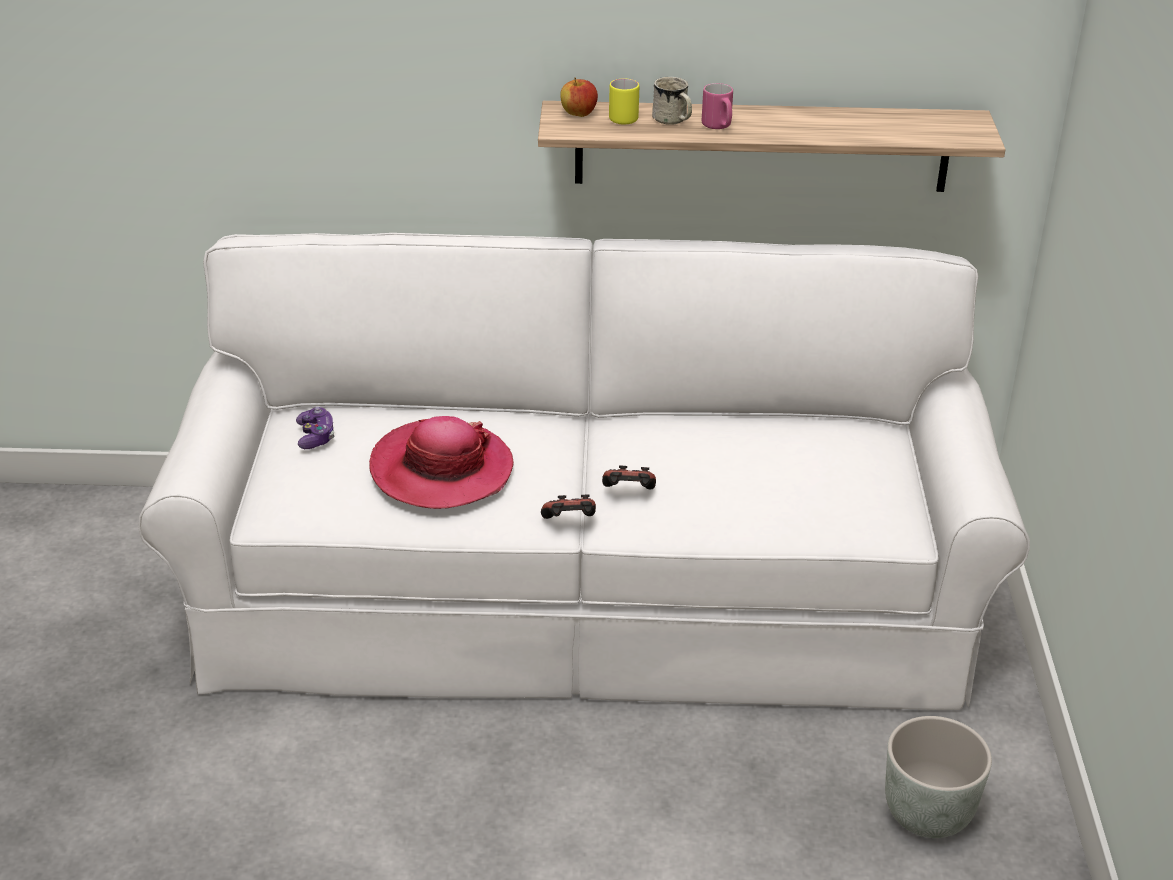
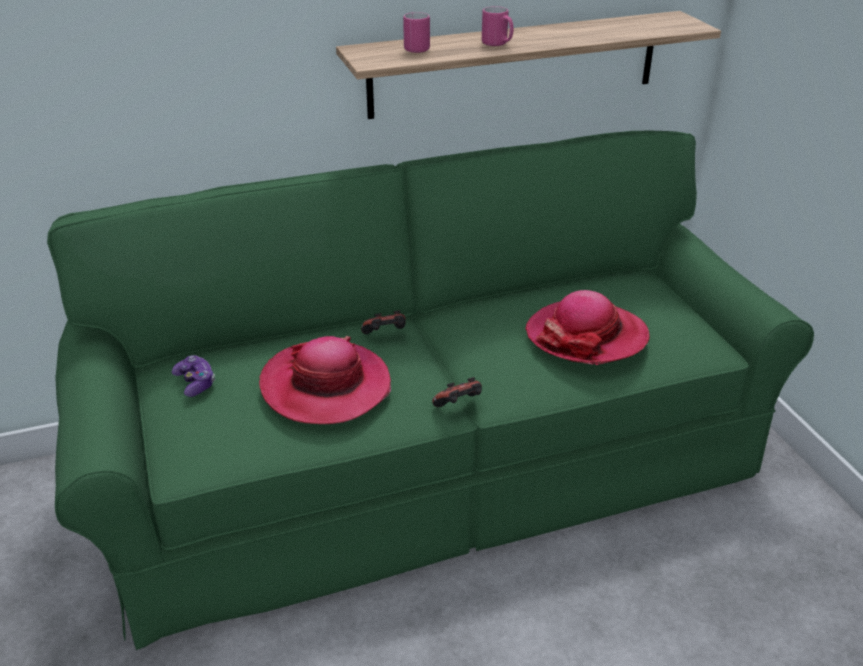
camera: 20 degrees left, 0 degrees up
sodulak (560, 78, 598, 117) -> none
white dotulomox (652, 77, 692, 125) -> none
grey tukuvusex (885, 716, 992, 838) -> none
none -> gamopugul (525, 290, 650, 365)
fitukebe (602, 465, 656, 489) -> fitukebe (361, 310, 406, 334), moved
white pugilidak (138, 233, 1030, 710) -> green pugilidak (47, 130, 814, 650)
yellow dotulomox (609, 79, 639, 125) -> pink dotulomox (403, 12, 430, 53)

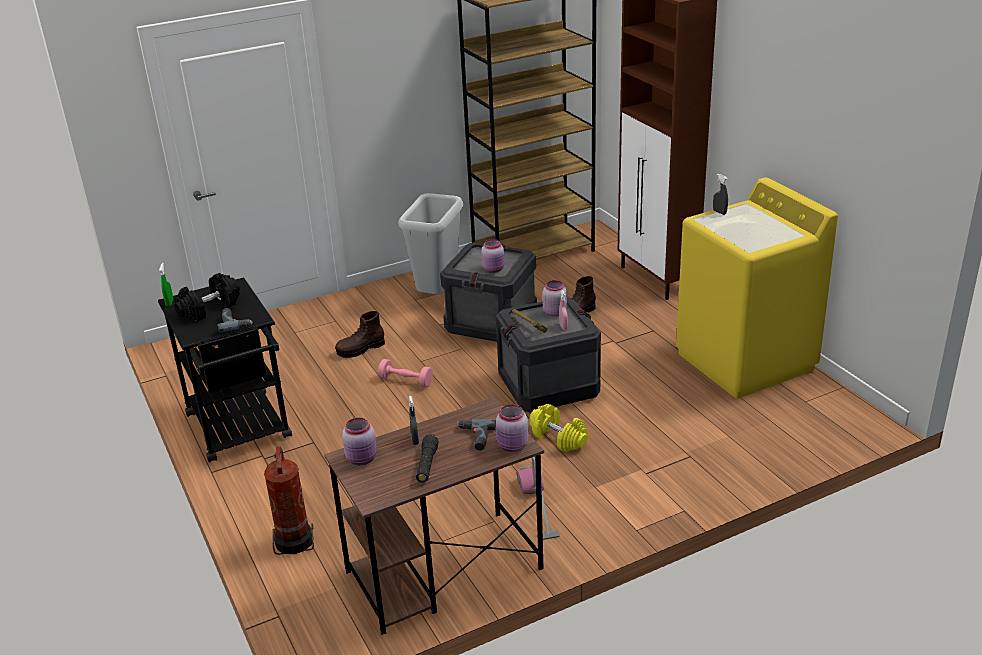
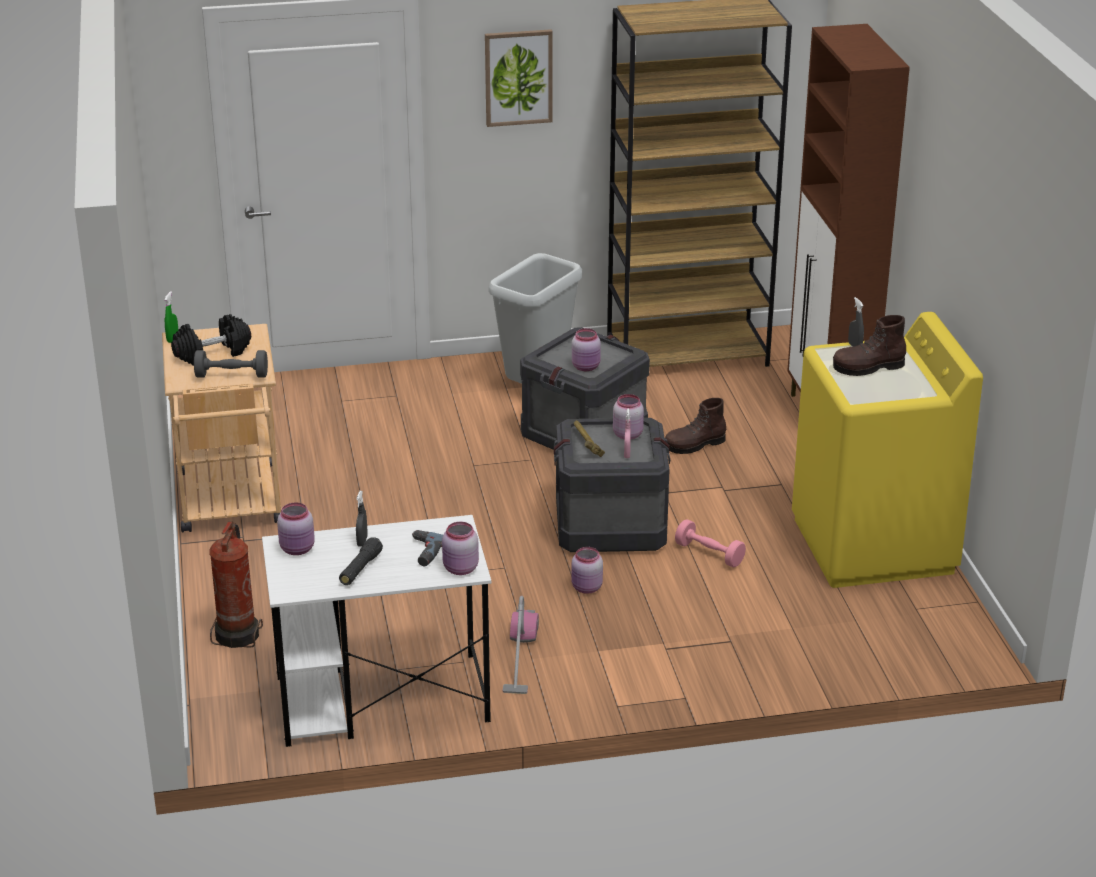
camera: 15 degrees right, 0 degrees up
none -> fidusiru (485, 29, 553, 127)
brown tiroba (335, 311, 385, 358) -> brown tiroba (833, 315, 906, 376), moved
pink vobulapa (378, 359, 433, 387) -> pink vobulapa (675, 519, 746, 568), moved
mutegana (218, 308, 253, 333) -> grey vobulapa (194, 350, 268, 378)
yellow vobulapa (530, 404, 588, 452) -> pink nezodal (571, 547, 603, 594)
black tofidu (158, 278, 292, 463) -> beige tofidu (162, 324, 282, 533)
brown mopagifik (324, 397, 544, 635) -> white mopagifik (262, 515, 491, 747)

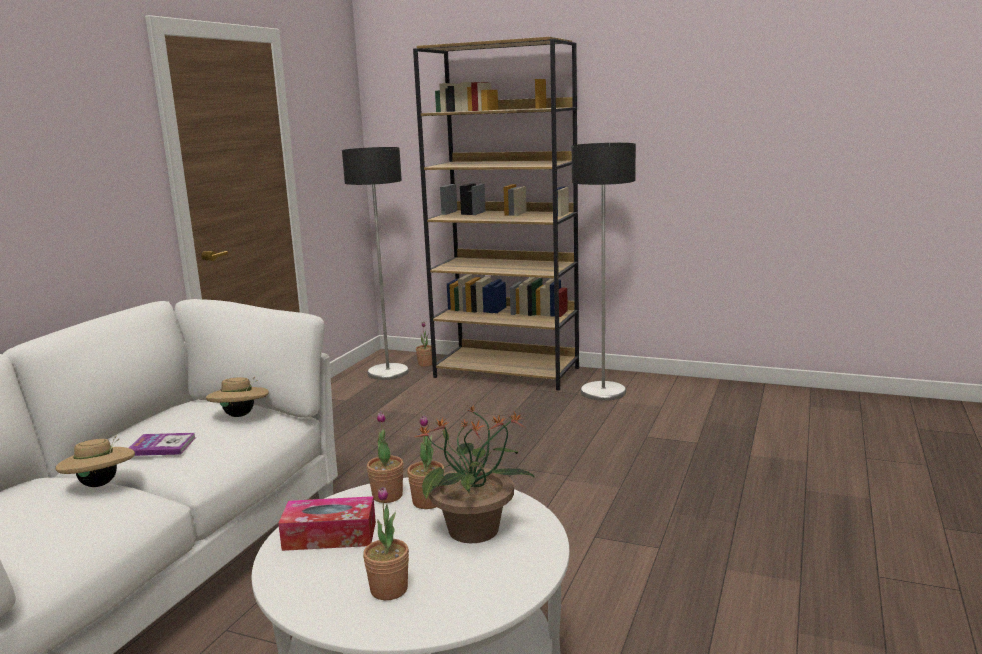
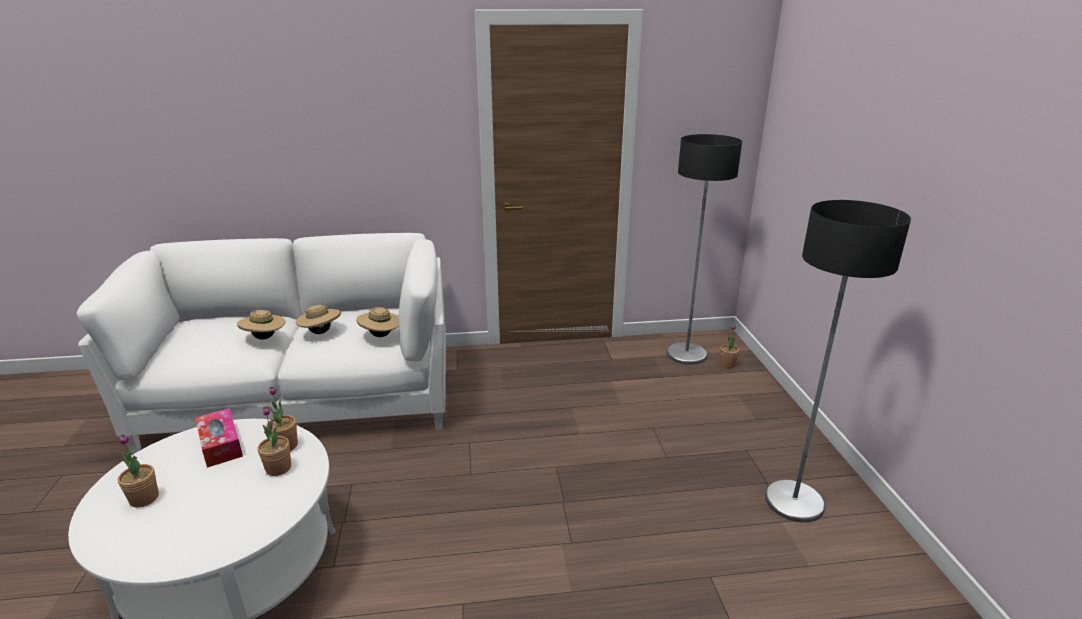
camera: 60 degrees right, 10 degrees up
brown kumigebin (413, 37, 579, 391) -> none
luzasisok (415, 406, 535, 543) -> none
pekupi (129, 433, 196, 456) -> beige gamopugul (296, 301, 341, 334)

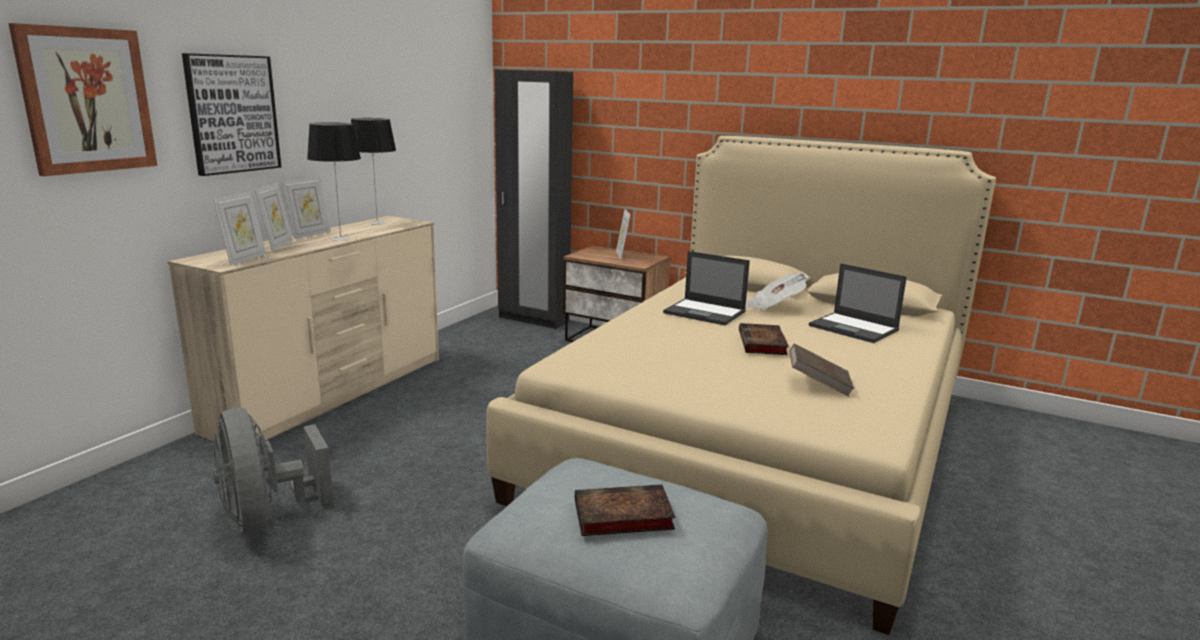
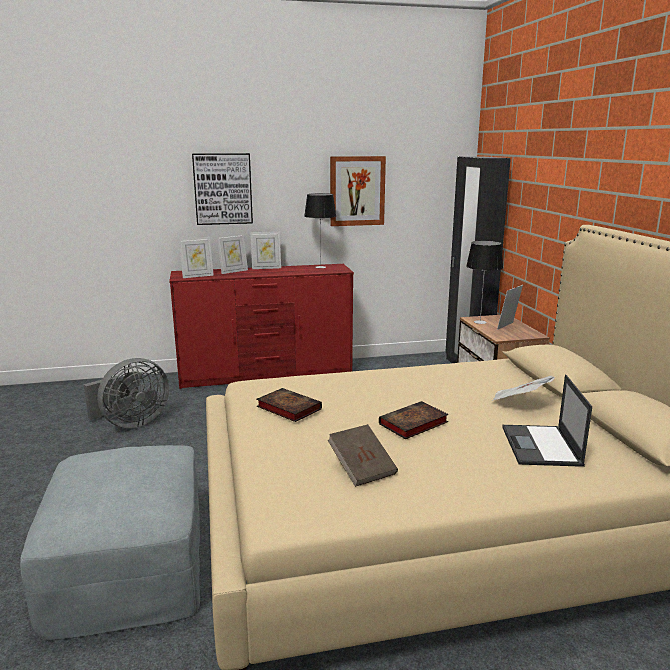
camera: 50 degrees right, 0 degrees up
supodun (663, 251, 750, 325) -> none
fidusiru (8, 23, 157, 176) -> fidusiru (330, 156, 386, 226), moved
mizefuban (307, 122, 361, 241) -> mizefuban (466, 241, 503, 324), moved
pekupi (575, 484, 676, 536) -> pekupi (256, 388, 322, 422), moved
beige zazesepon (168, 216, 439, 444) -> red zazesepon (169, 264, 354, 389)
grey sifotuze (212, 408, 334, 534) -> grey sifotuze (84, 358, 169, 428), 150 degrees counterclockwise

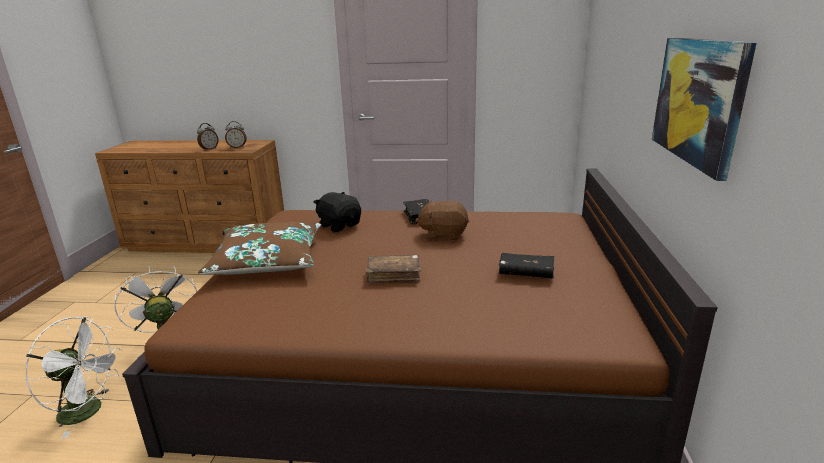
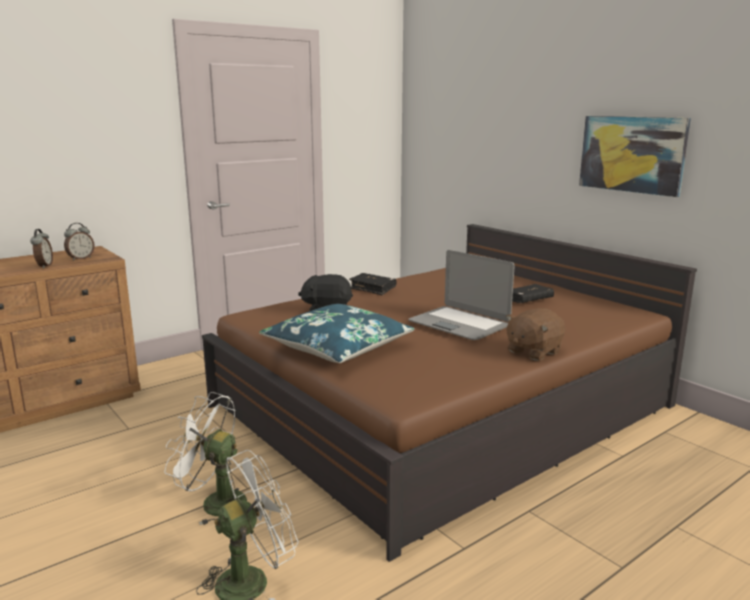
camera: 45 degrees left, 5 degrees down
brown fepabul (415, 201, 469, 241) -> brown fepabul (506, 308, 565, 361), moved
brown pekupi (366, 255, 421, 283) -> supodun (408, 250, 515, 340)
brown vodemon (198, 222, 321, 275) -> blue vodemon (259, 304, 415, 363)

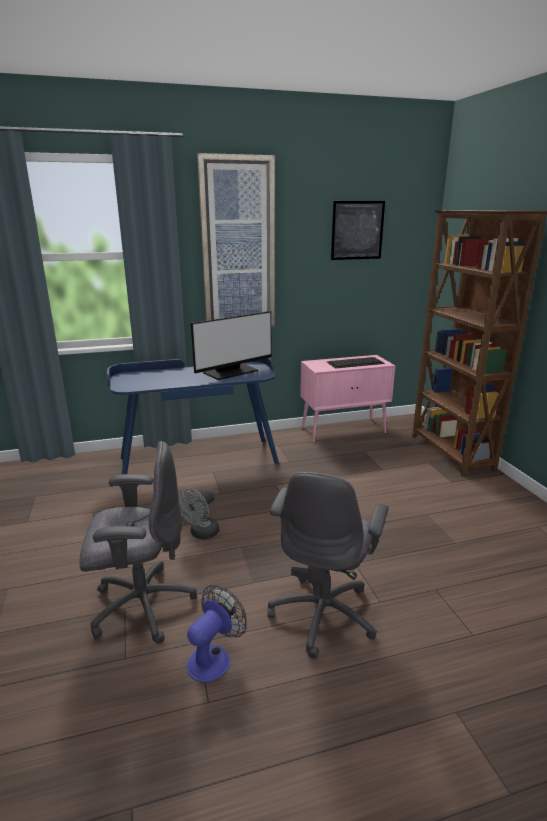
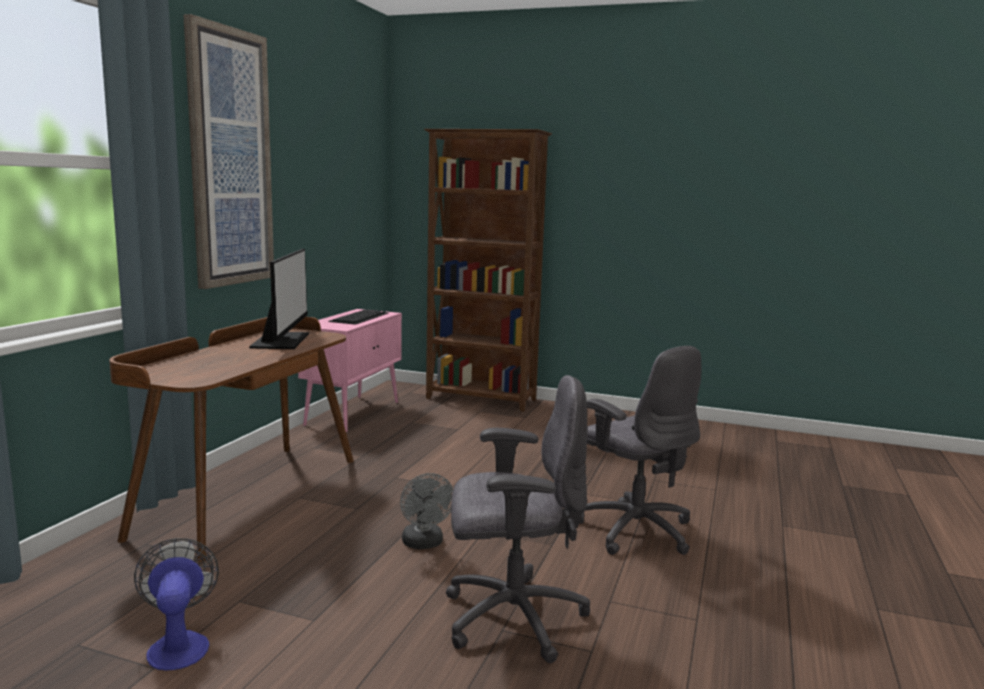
camera: 55 degrees left, 10 degrees down
fidusiru (331, 201, 385, 260) -> none
sifotuze (187, 585, 247, 683) -> sifotuze (134, 538, 219, 671), moved
blue mopagifik (107, 358, 279, 474) -> brown mopagifik (109, 317, 354, 562)
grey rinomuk (79, 441, 197, 644) -> grey rinomuk (446, 375, 590, 663), 60 degrees clockwise

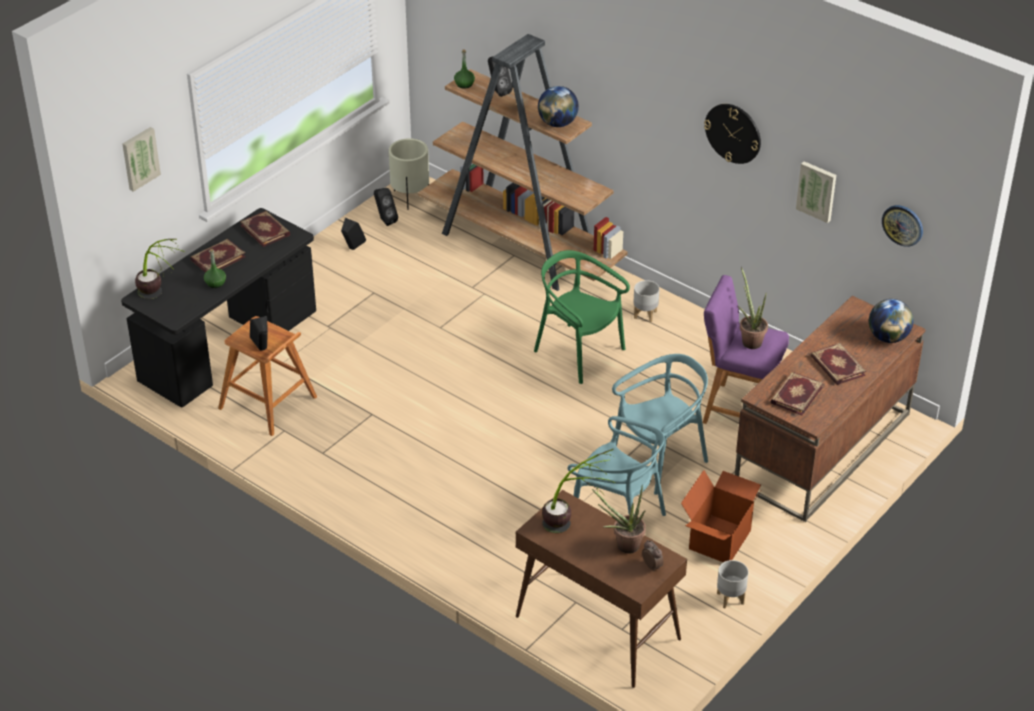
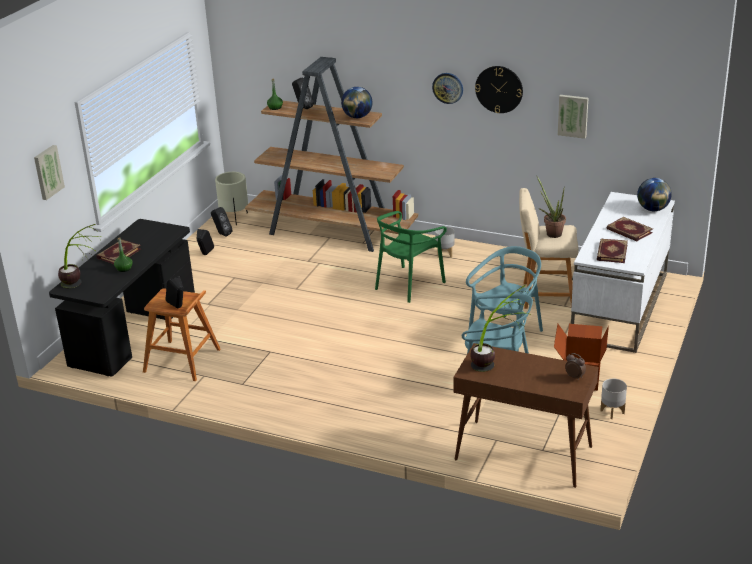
camera: 15 degrees left, 10 degrees down
pekupi (240, 211, 290, 247) -> none
luzasisok (592, 485, 646, 554) -> none
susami (882, 205, 923, 247) -> susami (432, 73, 463, 104), moved
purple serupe (702, 275, 789, 424) -> beige serupe (519, 188, 579, 309)
brown mopagifik (735, 296, 926, 522) -> white mopagifik (571, 192, 675, 353)
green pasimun (534, 250, 630, 384) -> green pasimun (375, 211, 447, 303), 75 degrees counterclockwise

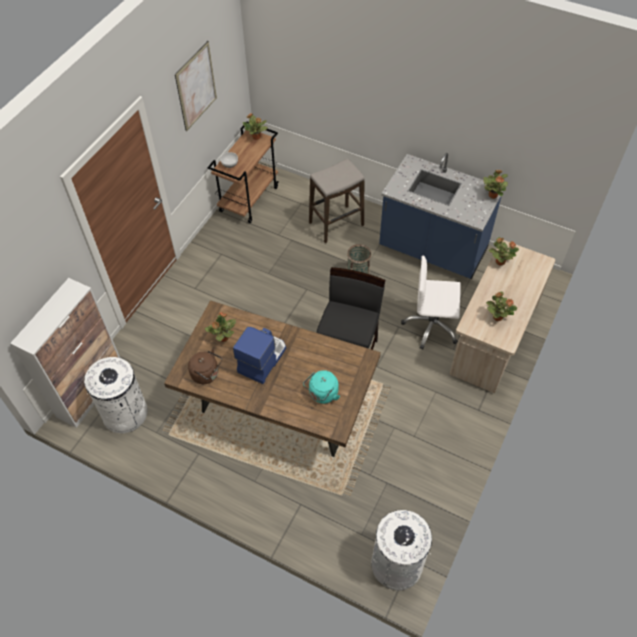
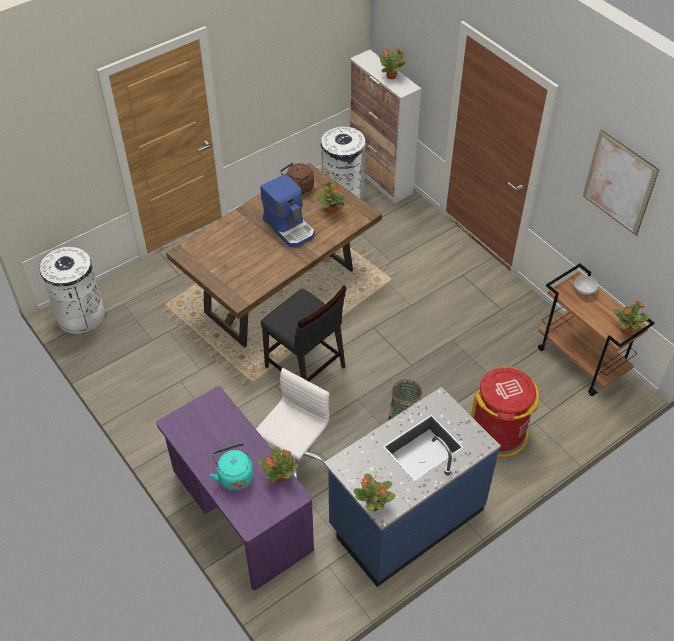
camera: 115 degrees right, 5 degrees down
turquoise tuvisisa (303, 370, 340, 404) -> turquoise tuvisisa (209, 443, 253, 491), moved
luzasisok (486, 291, 517, 321) -> luzasisok (378, 48, 407, 79), moved
serupe (309, 159, 364, 243) -> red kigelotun (471, 366, 539, 457)
beige mopagifik (450, 240, 555, 393) -> purple mopagifik (157, 386, 314, 590)

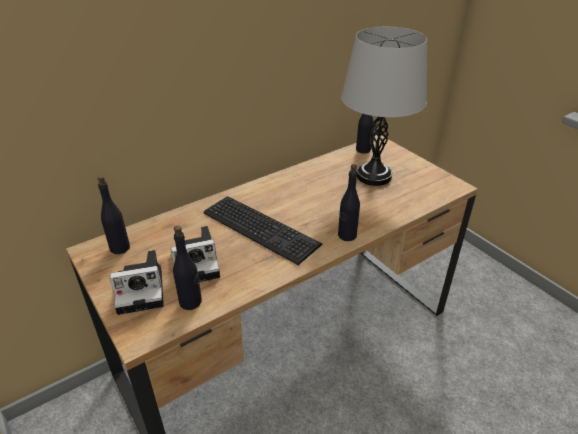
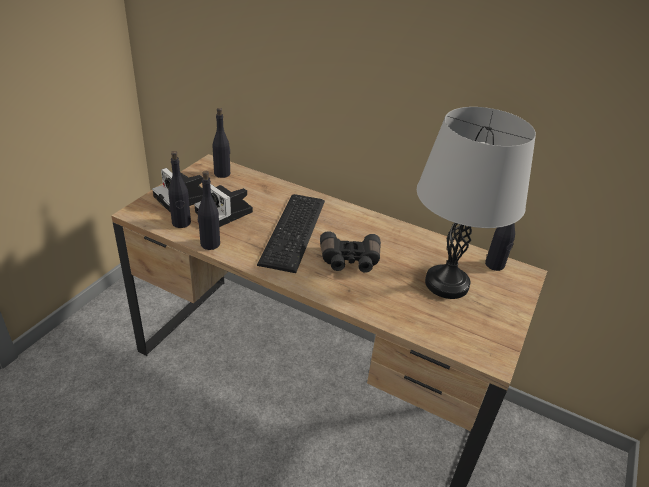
camera: 60 degrees right, 0 degrees up
none -> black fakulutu (320, 231, 381, 273)
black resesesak (338, 164, 360, 241) -> black resesesak (198, 171, 220, 250), moved

